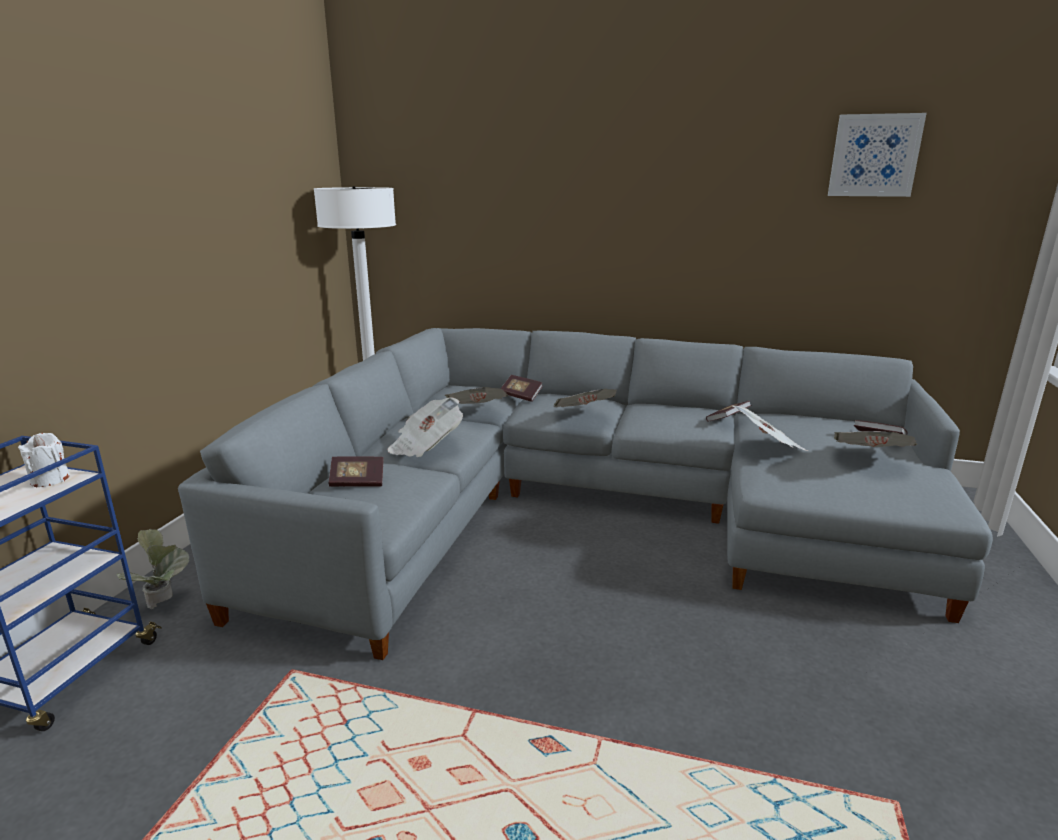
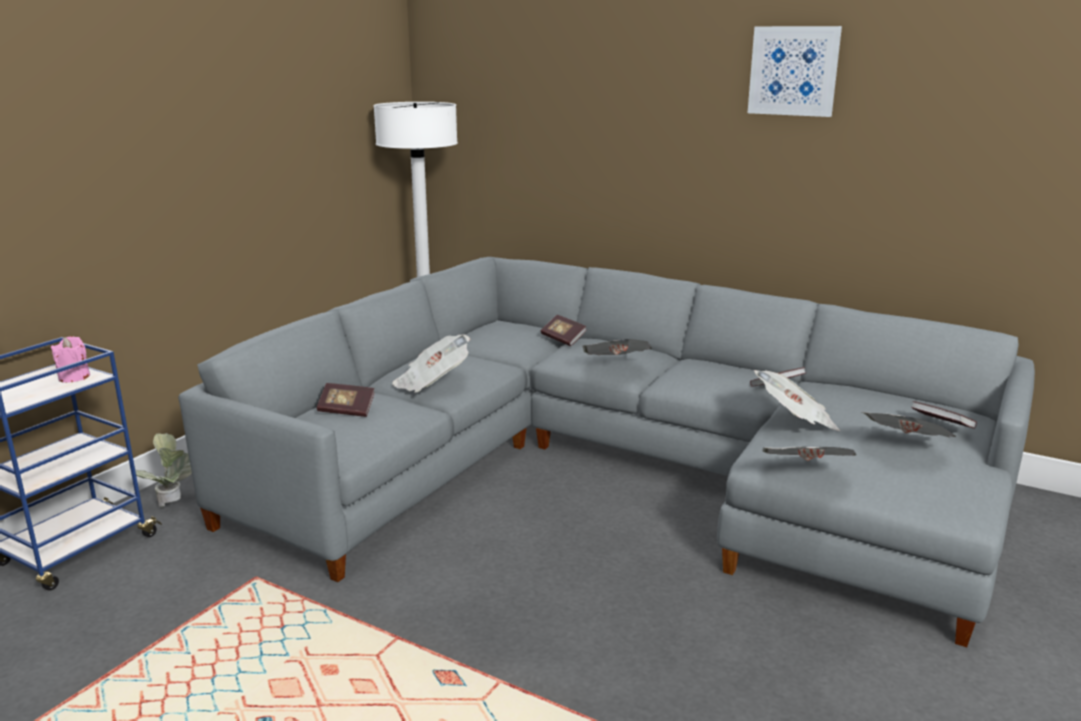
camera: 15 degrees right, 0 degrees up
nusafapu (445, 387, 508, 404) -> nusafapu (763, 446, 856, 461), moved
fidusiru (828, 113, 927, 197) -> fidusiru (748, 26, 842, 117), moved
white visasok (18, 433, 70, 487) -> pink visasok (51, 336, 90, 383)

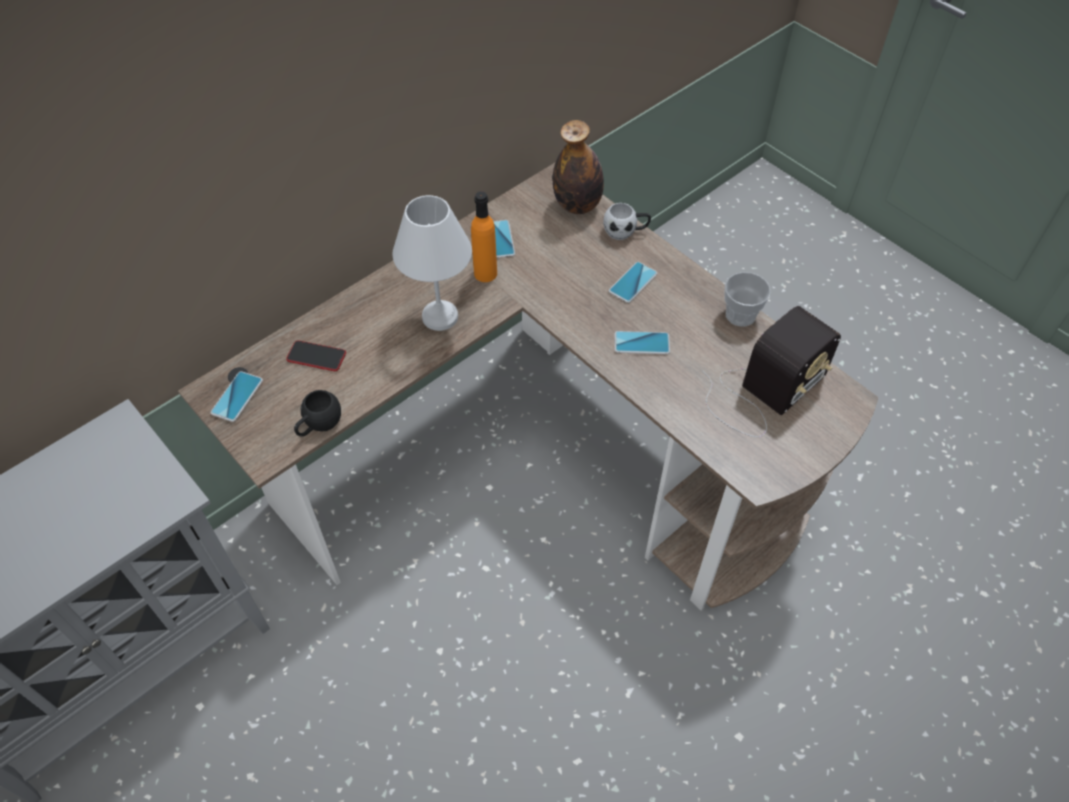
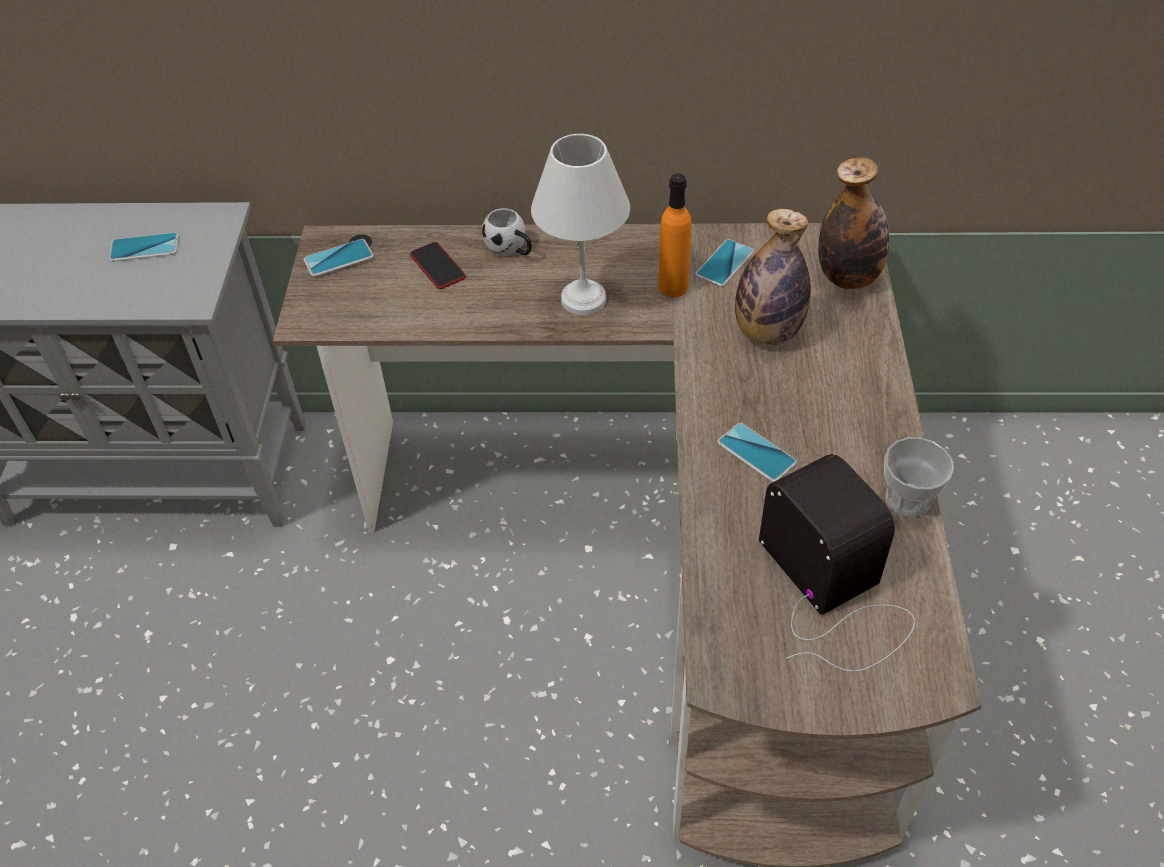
camera: 45 degrees right, 5 degrees down
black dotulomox (294, 390, 341, 437) -> none
none -> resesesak (735, 209, 811, 345)
white dotulomox (603, 203, 651, 240) -> white dotulomox (482, 208, 532, 256), moved
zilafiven (609, 262, 657, 303) -> zilafiven (109, 232, 179, 262), moved
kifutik (703, 306, 841, 437) -> kifutik (759, 454, 915, 672), 120 degrees counterclockwise

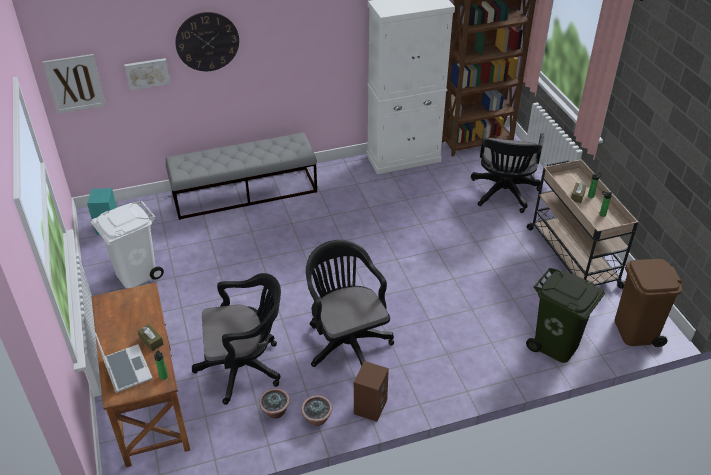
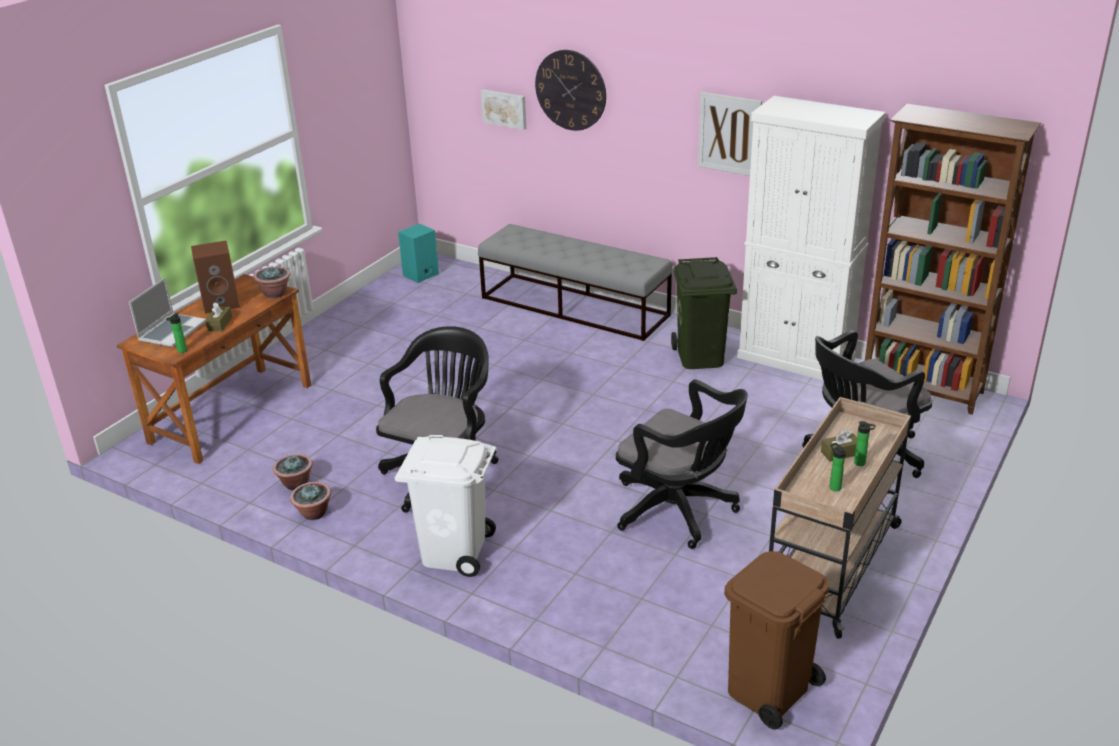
camera: 50 degrees right, 10 degrees down
none -> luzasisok (253, 267, 291, 298)
fidusiru (42, 54, 106, 114) -> fidusiru (698, 92, 762, 176), moved
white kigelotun (91, 201, 164, 288) -> white kigelotun (395, 435, 497, 577), moved
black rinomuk (192, 273, 281, 405) -> black rinomuk (616, 380, 748, 549), moved
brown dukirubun (354, 361, 389, 422) -> brown dukirubun (191, 240, 240, 314), moved
green kigelotun (526, 268, 605, 363) -> green kigelotun (671, 257, 737, 369), moved

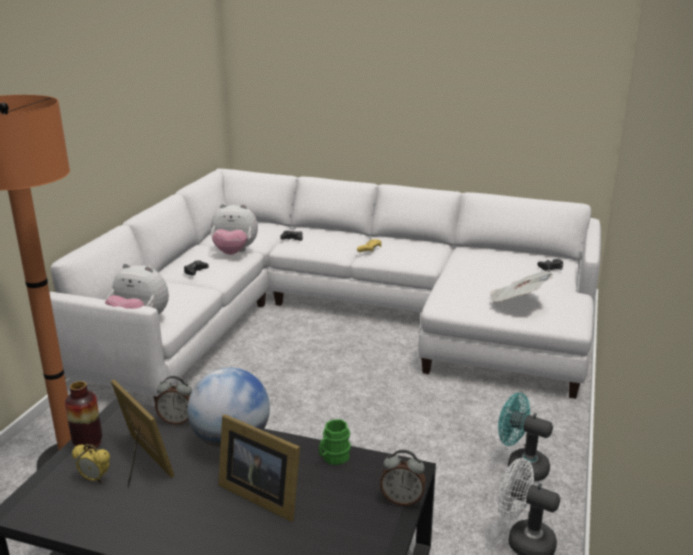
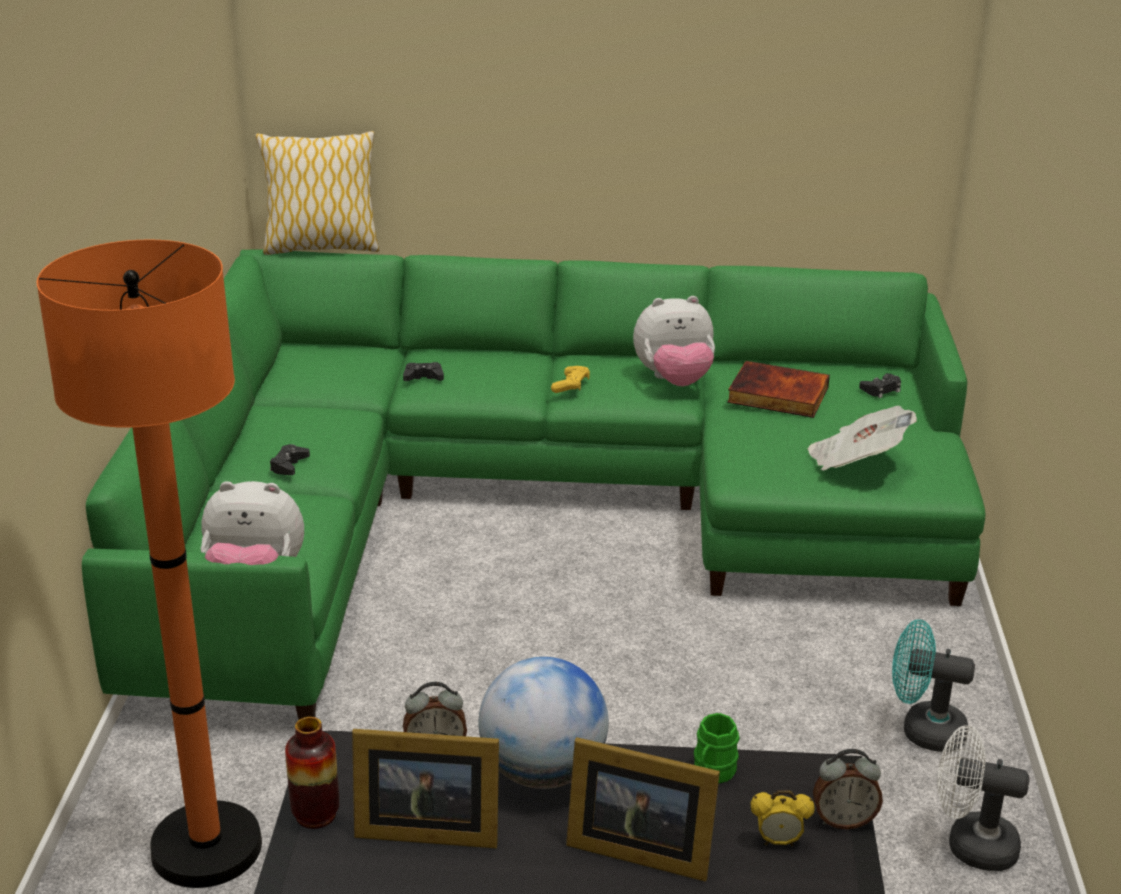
camera: 15 degrees left, 5 degrees up
none -> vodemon (256, 131, 380, 255)
none -> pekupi (727, 361, 830, 418)
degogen (72, 444, 110, 483) -> degogen (751, 790, 815, 846), moved
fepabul (211, 203, 258, 255) -> fepabul (633, 296, 715, 386), moved
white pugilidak (49, 168, 601, 401) -> green pugilidak (82, 250, 985, 720)
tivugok (111, 380, 175, 488) -> tivugok (352, 729, 499, 848), 150 degrees clockwise

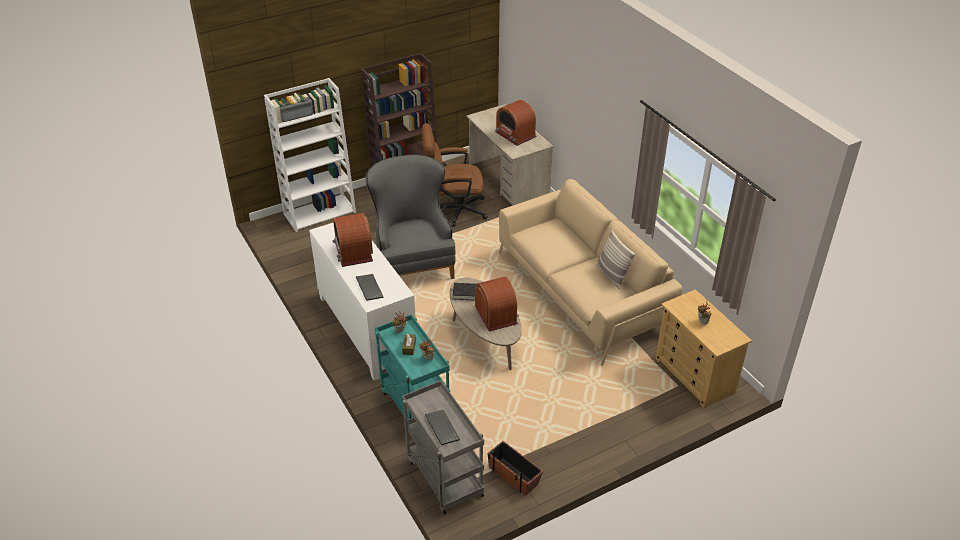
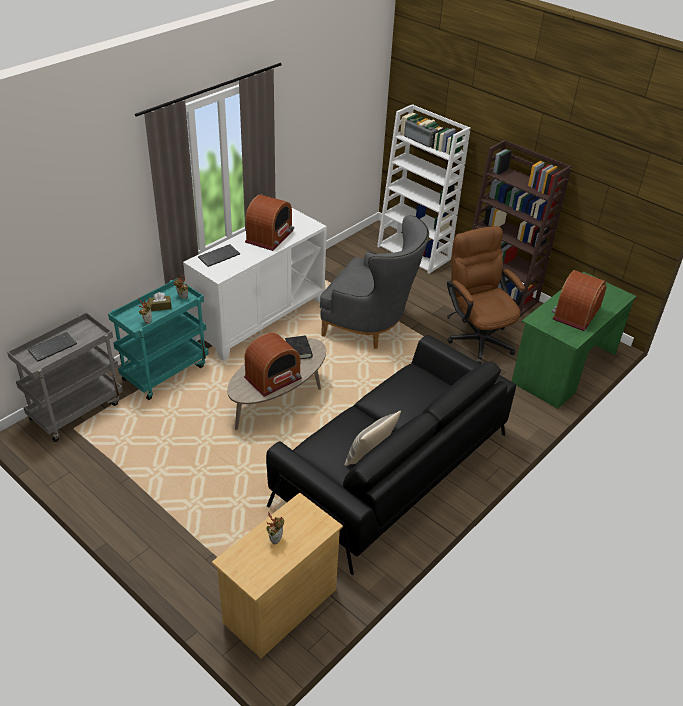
camera: 70 degrees right, 0 degrees up
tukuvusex (487, 441, 543, 496) -> none
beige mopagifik (466, 104, 554, 205) -> green mopagifik (511, 272, 637, 409)
beige pugilidak (498, 179, 683, 366) -> black pugilidak (266, 335, 516, 575)
kifutik (332, 213, 373, 267) -> kifutik (245, 194, 294, 251), 150 degrees clockwise
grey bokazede (365, 155, 456, 279) -> grey bokazede (320, 215, 429, 349), 60 degrees clockwise

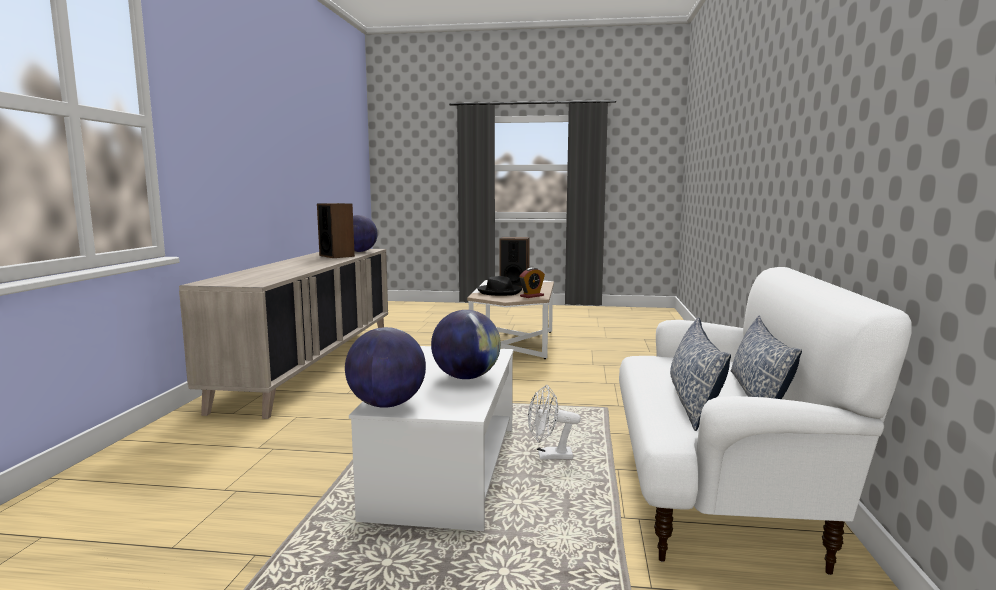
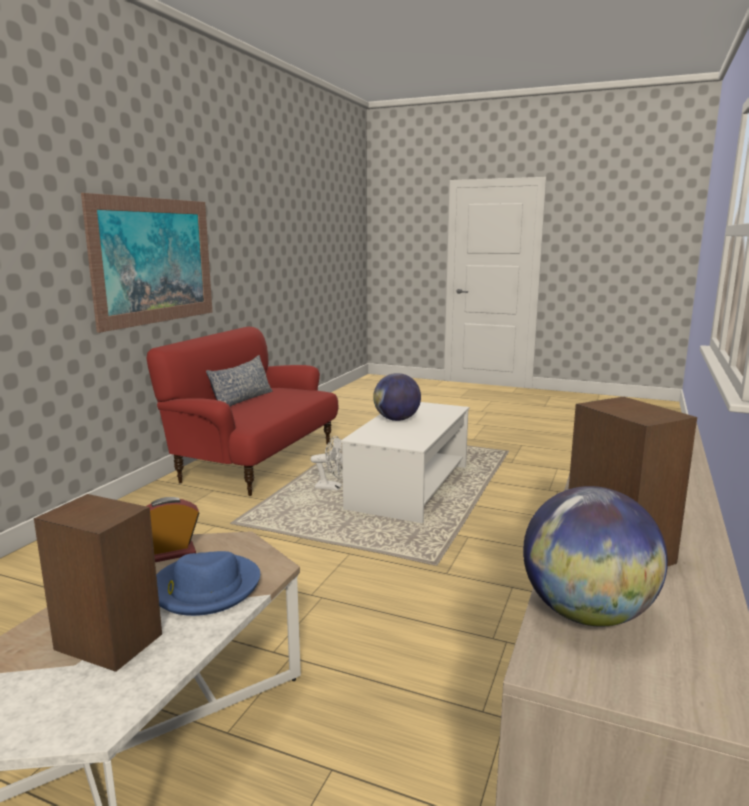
camera: 165 degrees left, 5 degrees up
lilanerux (345, 327, 426, 408) -> none
vodemon (670, 317, 731, 431) -> none
none -> fidusiru (81, 193, 212, 333)
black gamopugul (477, 276, 522, 296) -> blue gamopugul (156, 551, 260, 616)
white pugilidak (619, 267, 912, 575) -> red pugilidak (146, 327, 339, 496)

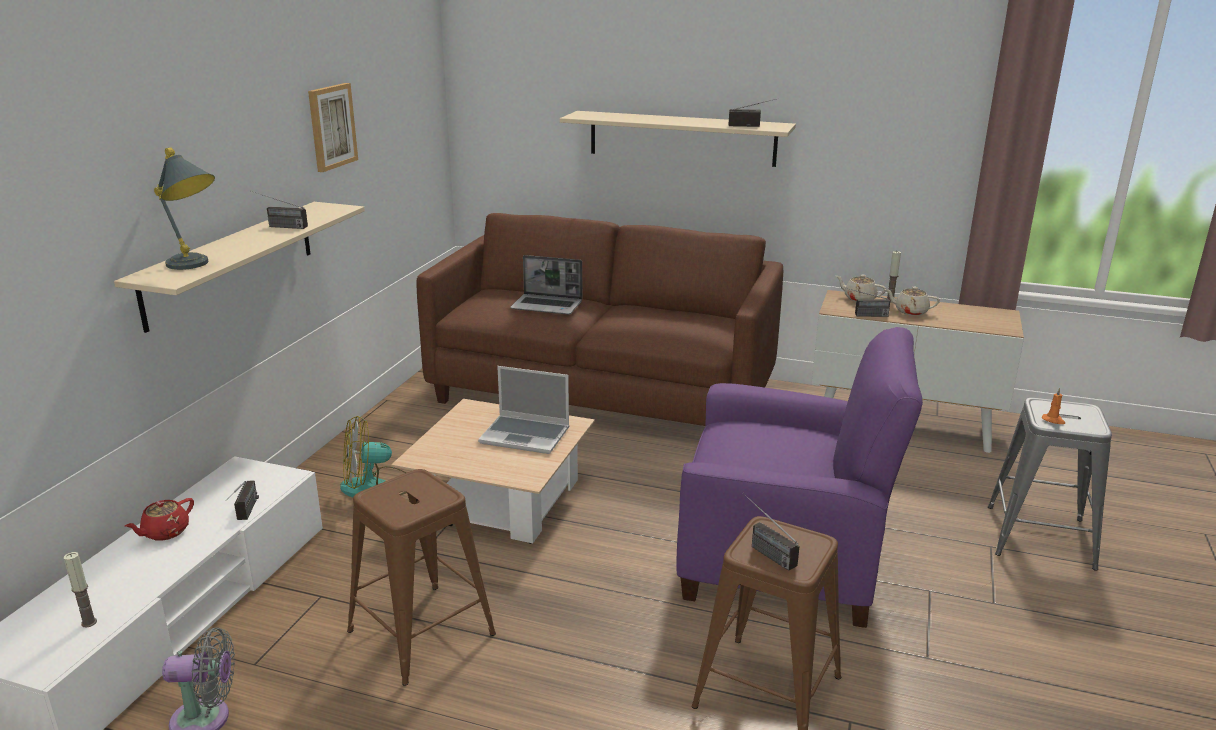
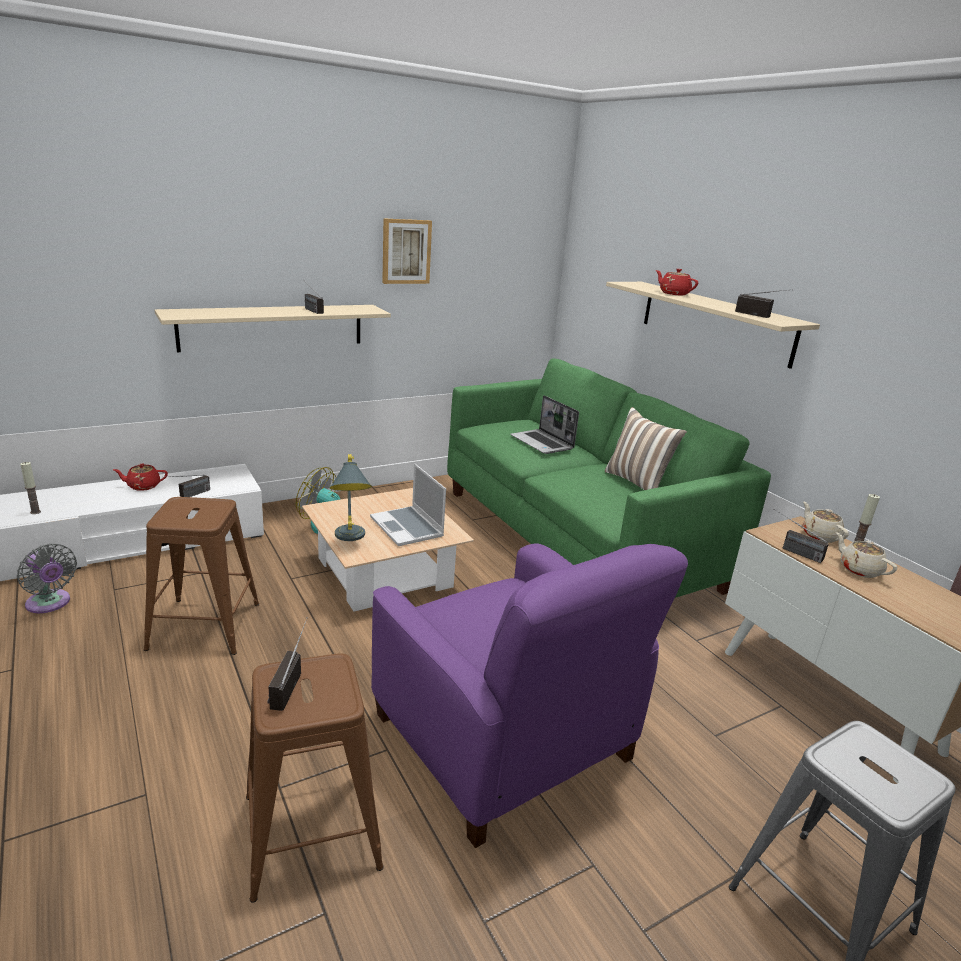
camera: 40 degrees right, 0 degrees up
orange visasok (1042, 388, 1065, 424) -> none
none -> vodemon (605, 407, 687, 490)
none -> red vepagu (656, 269, 698, 295)
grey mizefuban (154, 147, 215, 270) -> grey mizefuban (329, 454, 372, 541), moved
brown pugilidak (416, 213, 783, 426) -> green pugilidak (447, 358, 771, 598)

